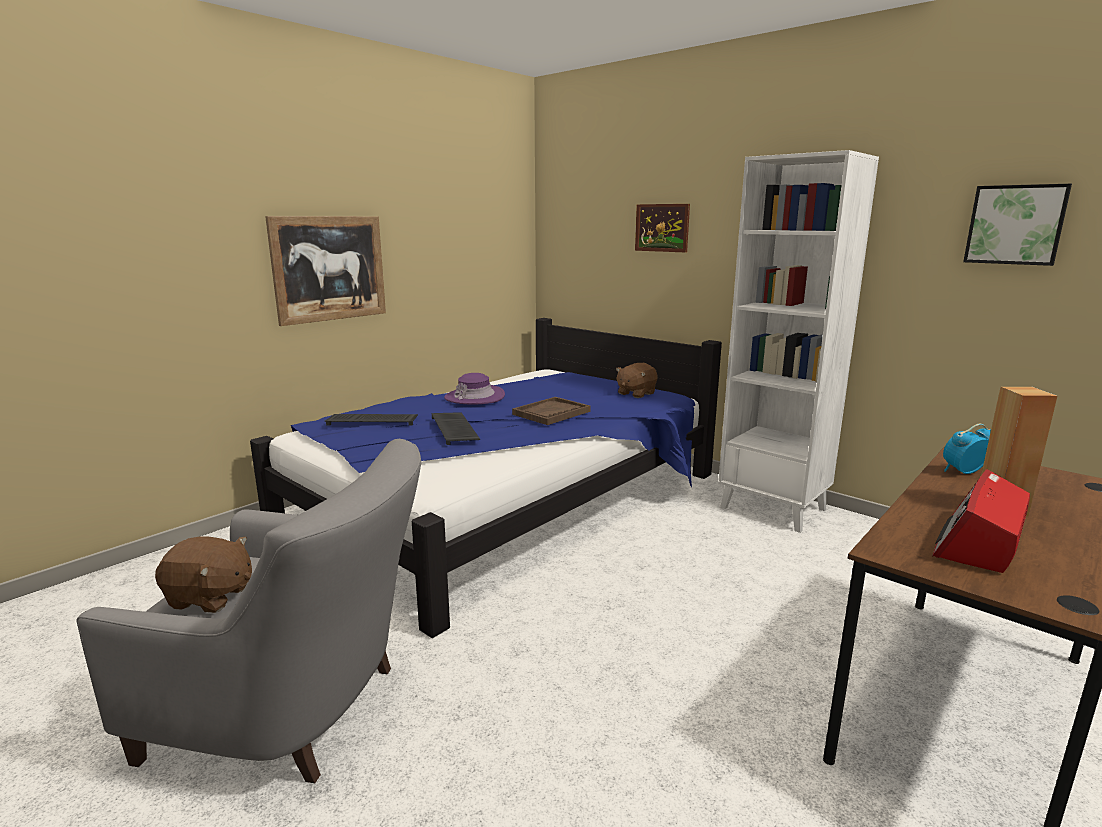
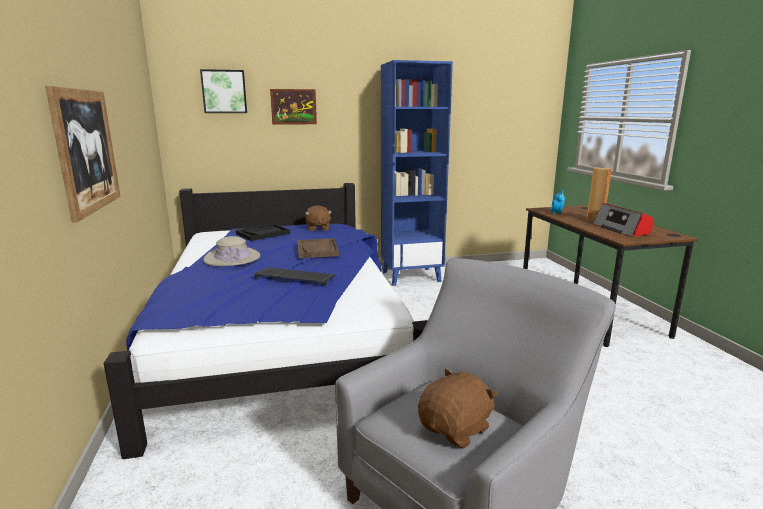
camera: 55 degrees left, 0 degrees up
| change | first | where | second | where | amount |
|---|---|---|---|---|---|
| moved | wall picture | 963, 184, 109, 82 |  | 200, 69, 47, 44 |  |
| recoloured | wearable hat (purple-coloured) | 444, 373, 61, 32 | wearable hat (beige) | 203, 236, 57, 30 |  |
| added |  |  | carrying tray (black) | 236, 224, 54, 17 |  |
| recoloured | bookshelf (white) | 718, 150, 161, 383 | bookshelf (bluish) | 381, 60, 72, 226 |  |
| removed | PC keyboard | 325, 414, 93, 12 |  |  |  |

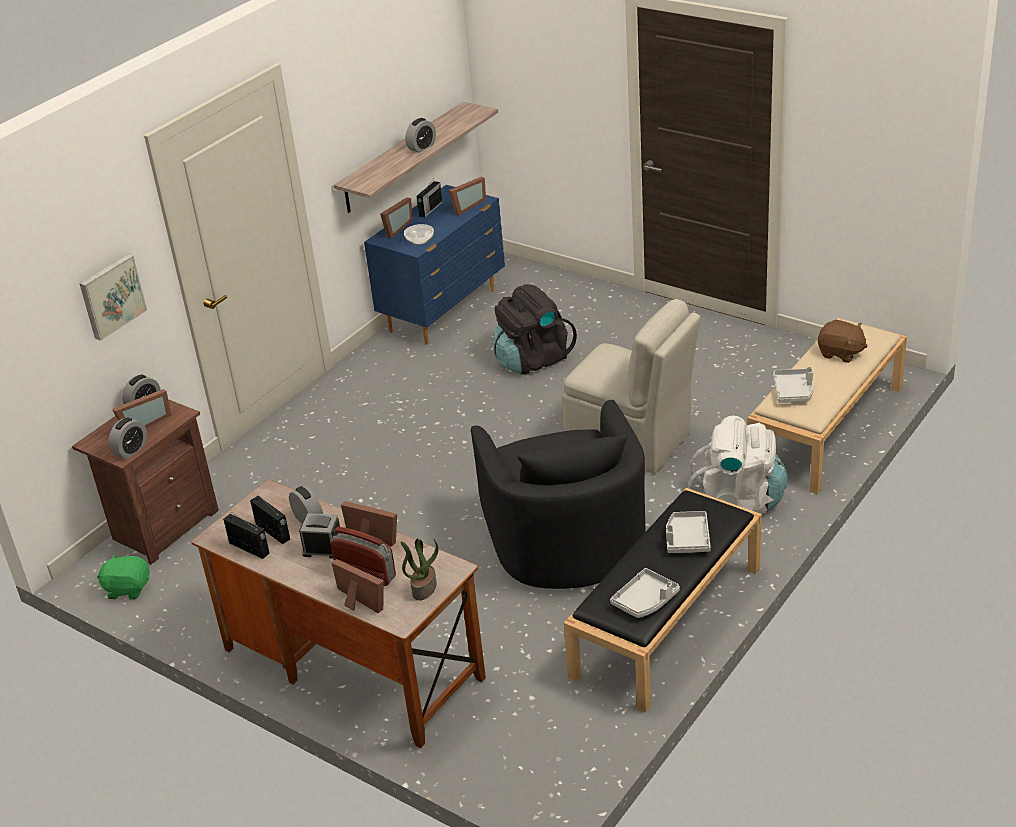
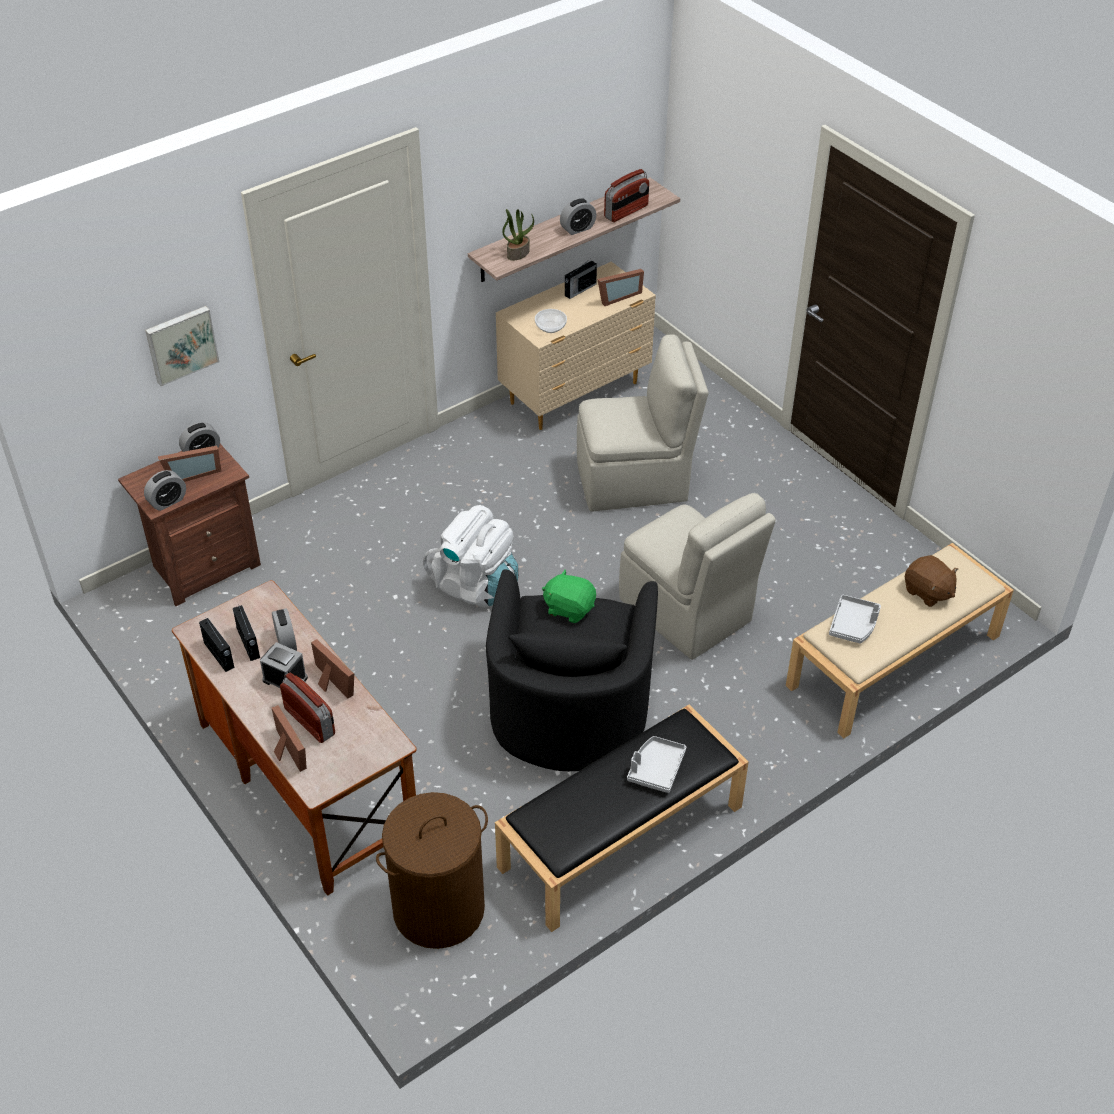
camera: 15 degrees right, 10 degrees up
| change | first | where | second | where | amount |
|---|---|---|---|---|---|
| added |  |  | washing basket (brownish) | 376, 792, 112, 157 |  |
| moved | knapsack (white) | 688, 416, 100, 98 |  | 423, 505, 95, 102 |  |
| recoloured | chest of drawers (bluish) | 364, 185, 141, 160 | chest of drawers (beige) | 496, 262, 160, 168 |  |
| moved | plant in a pot | 401, 538, 37, 62 |  | 502, 209, 32, 52 |  |
| moved | cuddly toy (green-coloured) | 97, 553, 53, 47 |  | 542, 569, 54, 54 |  |
| replaced | knapsack (black) | 493, 284, 84, 90 | upright chair (beige) | 577, 335, 132, 176 |  |
| added |  |  | radio receiver | 604, 169, 45, 53 |  |
| removed | standing frame | 380, 197, 33, 42 |  |  |  |
| removed | carrying tray (greyish) | 610, 568, 70, 50 |  |  |  |

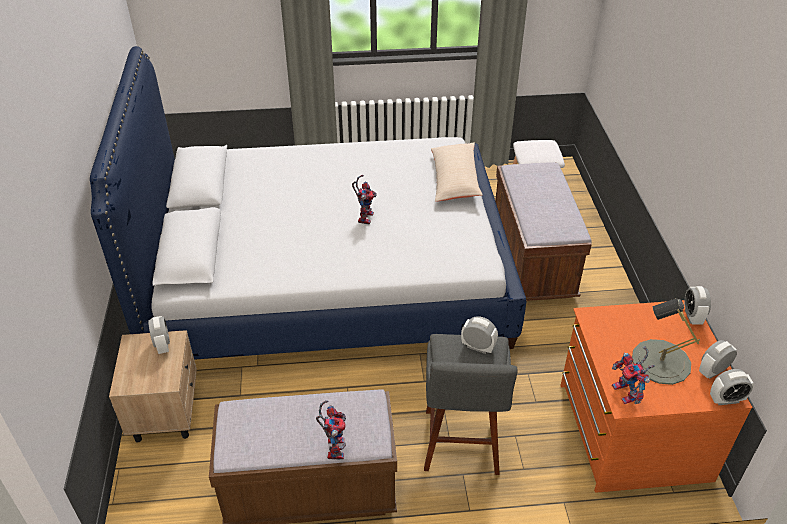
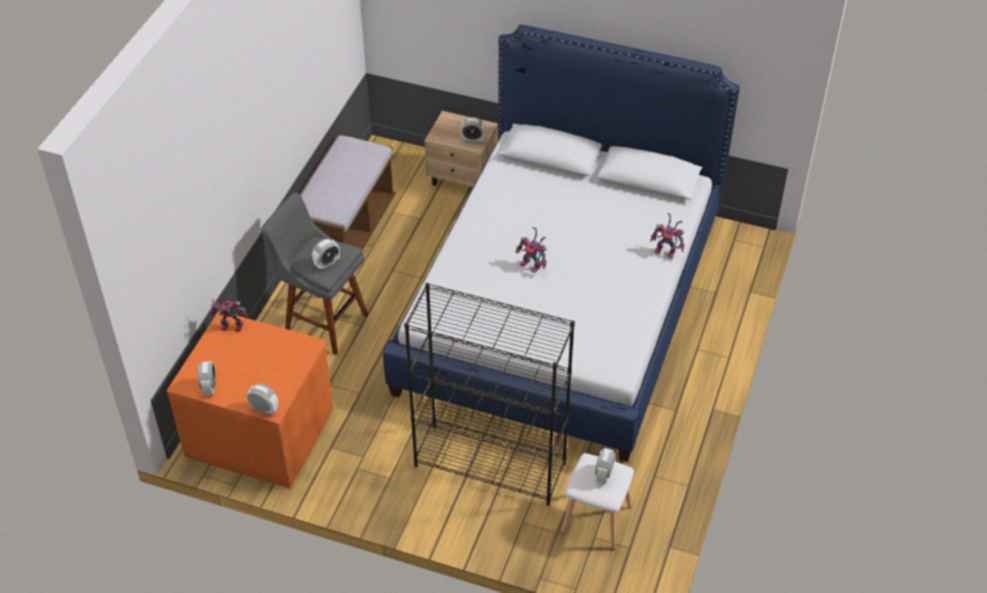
camera: 115 degrees right, 5 degrees up
| change | first | where | second | where | amount |
|---|---|---|---|---|---|
| replaced | long seat (brownish) | 495, 162, 97, 139 | bookshelf (black) | 404, 283, 171, 223 |  |
| moved | bedside clock | 710, 369, 44, 36 |  | 595, 448, 20, 36 |  |
| moved | robot figure | 316, 400, 30, 60 |  | 650, 213, 35, 45 |  |
| removed | throw pillow (beige) | 431, 143, 52, 59 |  |  |  |
| removed | lamp for a table (greyish) | 632, 298, 68, 87 |  |  |  |

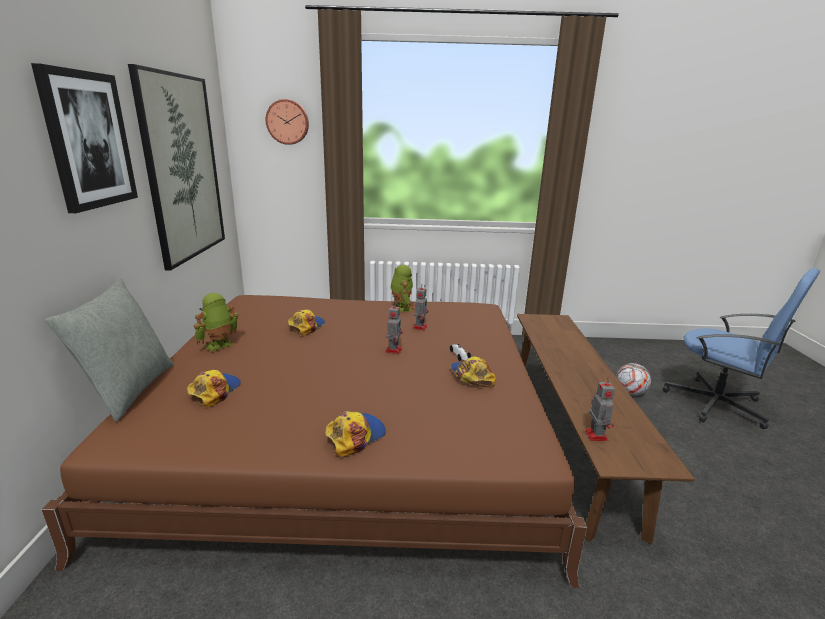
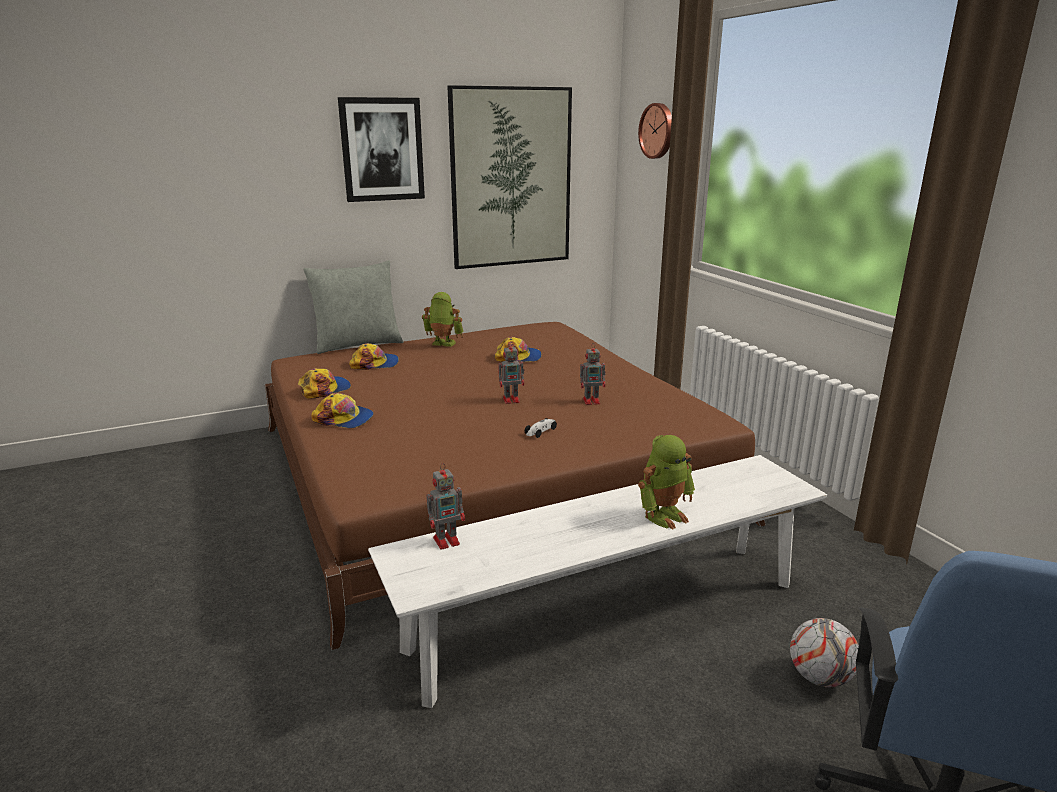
camera: 65 degrees right, 0 degrees up
| change | first | where | second | where | amount |
|---|---|---|---|---|---|
| moved | cap | 451, 356, 45, 31 |  | 298, 368, 53, 31 |  |
| recoloured | long seat (brownish) | 517, 314, 178, 230 | long seat (white) | 368, 455, 459, 253 |  |
| moved | robot figure | 390, 265, 24, 47 |  | 638, 435, 57, 94 |  |

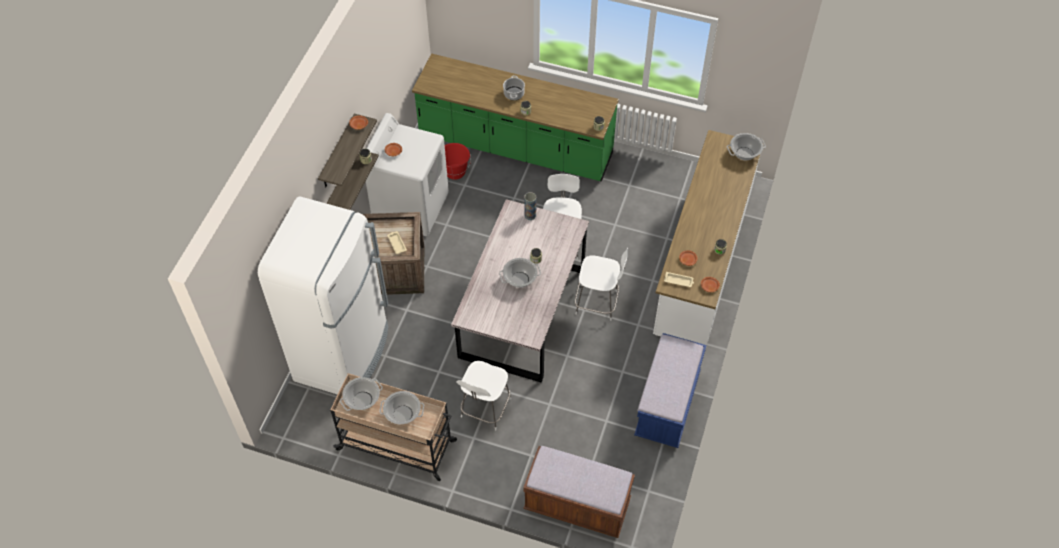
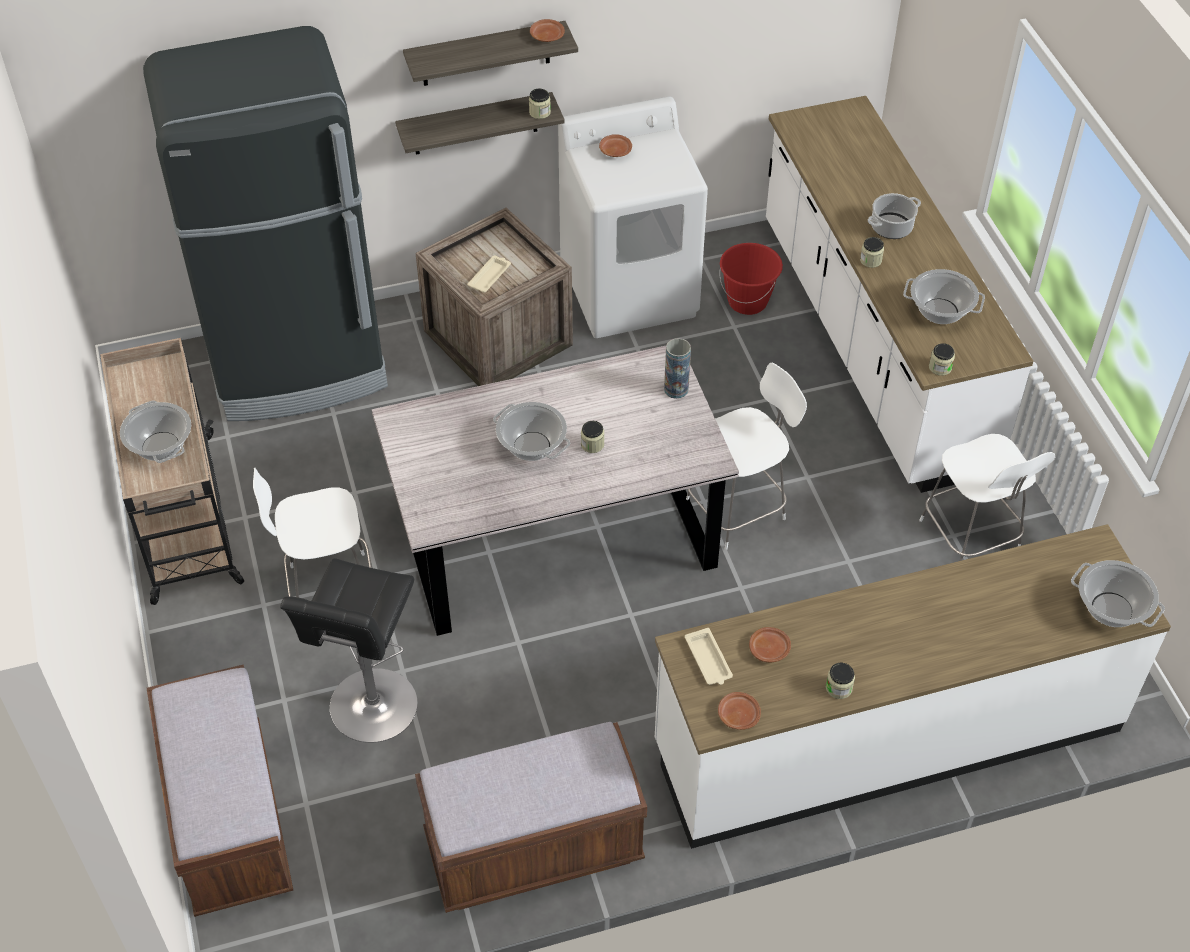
camera: 55 degrees right, 5 degrees down
| change | first | where | second | where | amount |
|---|---|---|---|---|---|
| recoloured | fridge (white) | 258, 197, 130, 198 | fridge (black) | 143, 26, 245, 395 |  |
| added |  |  | stool (black) | 280, 558, 138, 185 |  |
| recoloured | long seat (bluish) | 634, 333, 72, 115 | long seat (brownish) | 415, 722, 232, 191 |  |
| recoloured | counter (green-coloured) | 412, 54, 207, 128 | counter (white) | 766, 96, 267, 397 |  |
| moved | stockpot | 340, 377, 43, 34 |  | 903, 269, 82, 55 |  |
| moved | upright chair (white) | 575, 247, 53, 74 |  | 919, 434, 136, 127 |  |

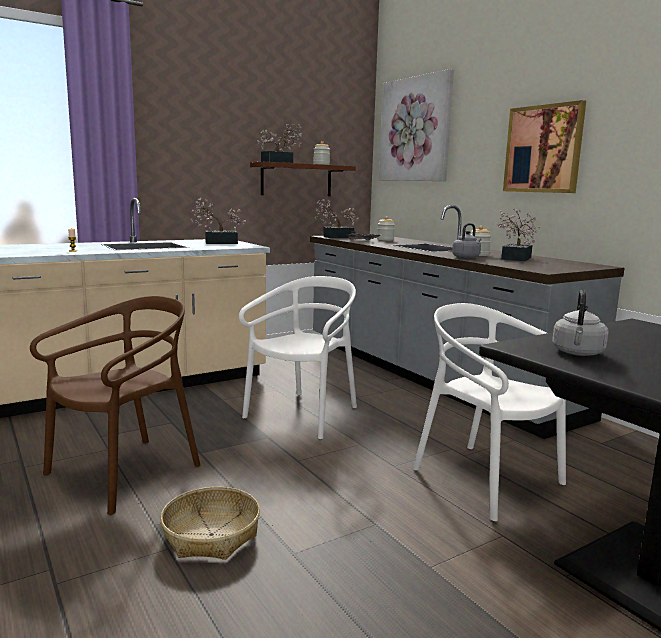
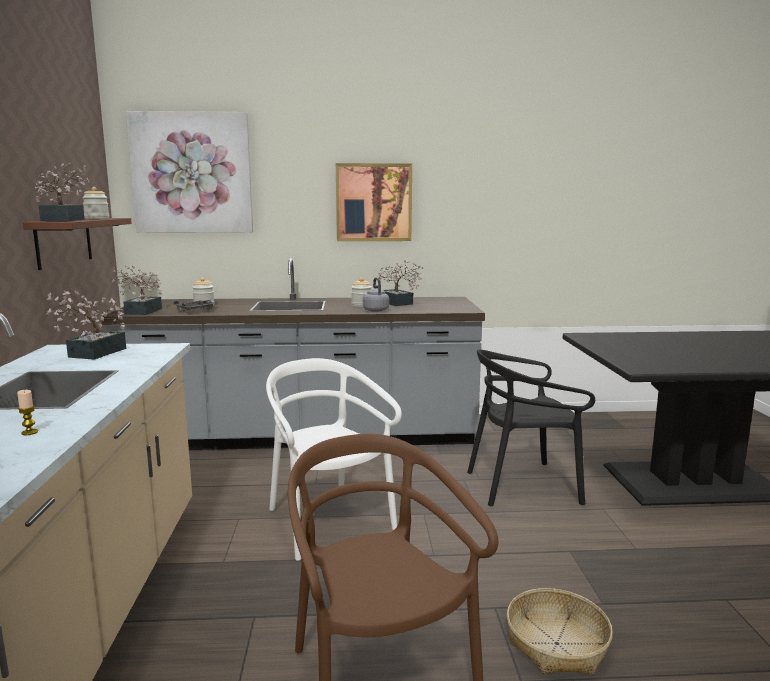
camera: 60 degrees left, 0 degrees up
| change | first | where | second | where | amount |
|---|---|---|---|---|---|
| recoloured | upright chair (white) | 413, 303, 153, 218 | upright chair (black) | 467, 349, 128, 158 |  |
| removed | tea kettle (greyish) | 552, 290, 57, 66 |  |  |  |

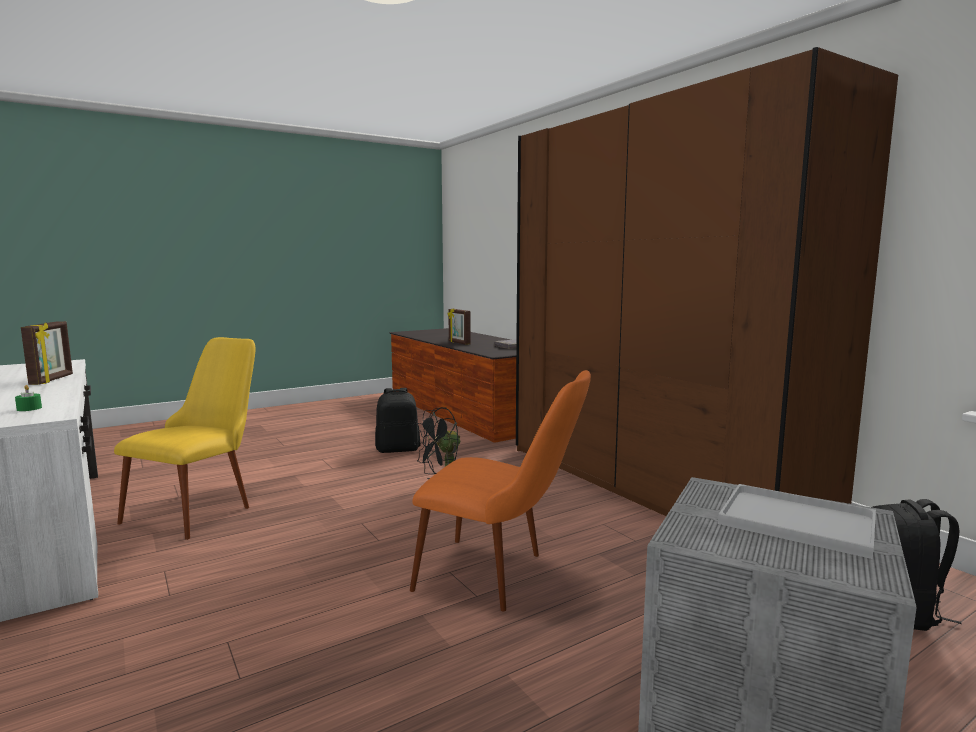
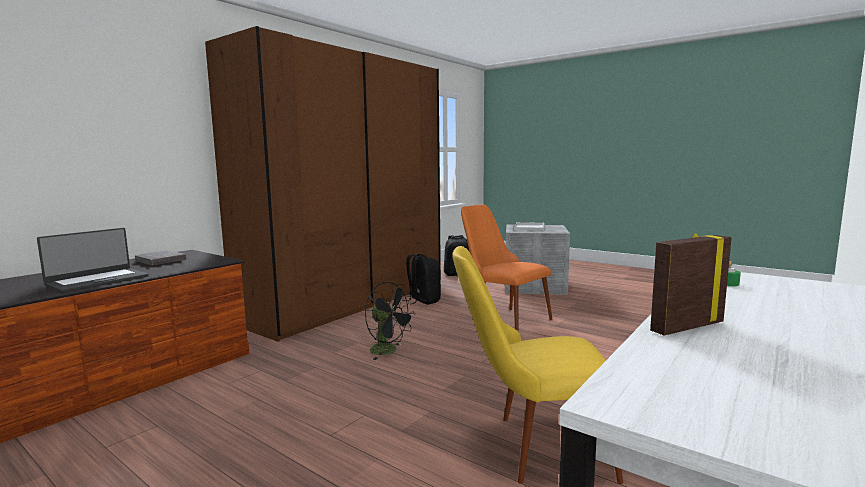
camera: 110 degrees left, 0 degrees up
| change | first | where | second | where | amount |
|---|---|---|---|---|---|
| replaced | standing frame | 448, 308, 23, 37 | laptop | 37, 228, 112, 65 |  |
| moved | knapsack (black) | 375, 388, 46, 65 |  | 403, 254, 38, 51 |  |
| turned | upright chair (orange-coloured) | 410, 370, 181, 241 |  | 461, 205, 92, 127 | 45 degrees counterclockwise |

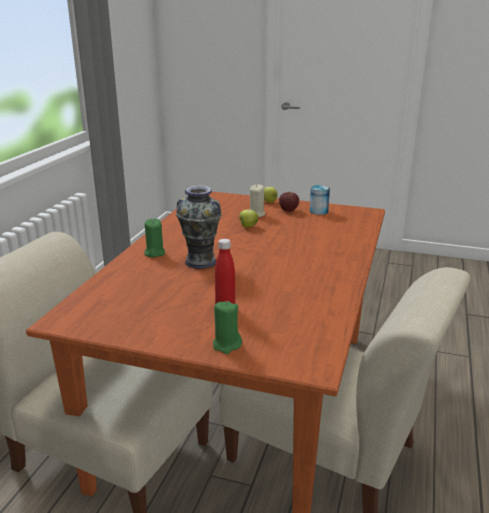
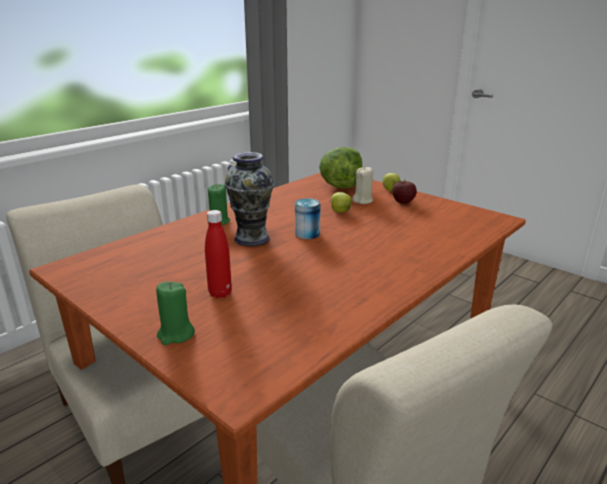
camera: 25 degrees right, 0 degrees up
| change | first | where | second | where | amount |
|---|---|---|---|---|---|
| moved | can | 310, 185, 20, 30 |  | 295, 198, 26, 41 |  |
| added |  |  | lettuce head | 319, 147, 43, 41 |  |

